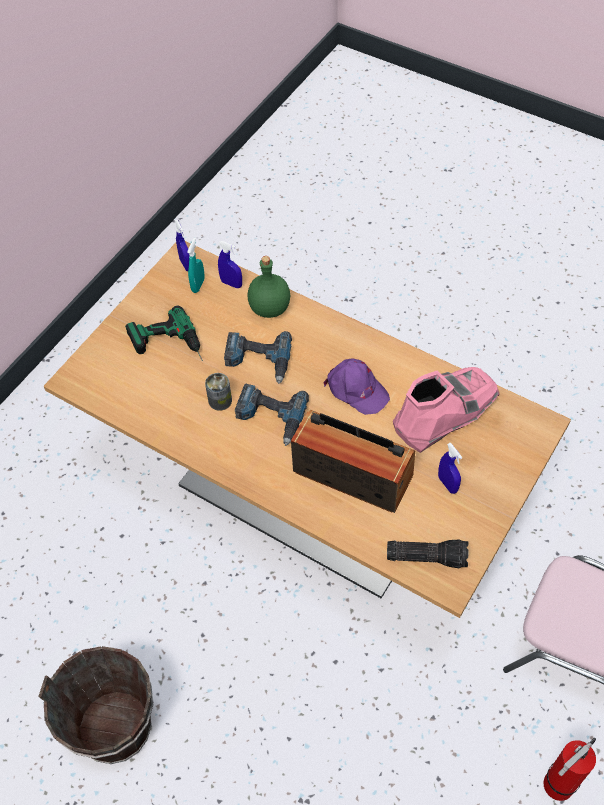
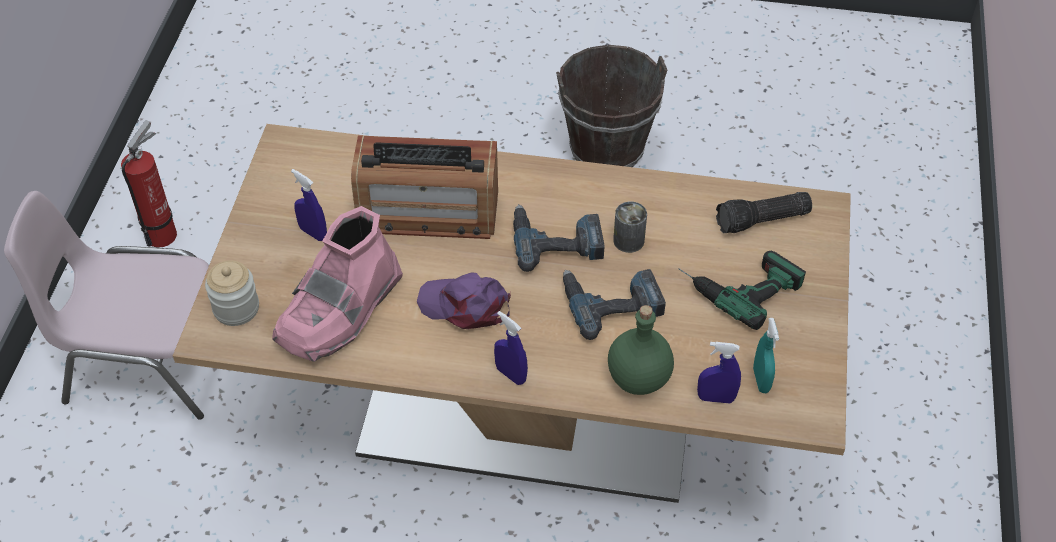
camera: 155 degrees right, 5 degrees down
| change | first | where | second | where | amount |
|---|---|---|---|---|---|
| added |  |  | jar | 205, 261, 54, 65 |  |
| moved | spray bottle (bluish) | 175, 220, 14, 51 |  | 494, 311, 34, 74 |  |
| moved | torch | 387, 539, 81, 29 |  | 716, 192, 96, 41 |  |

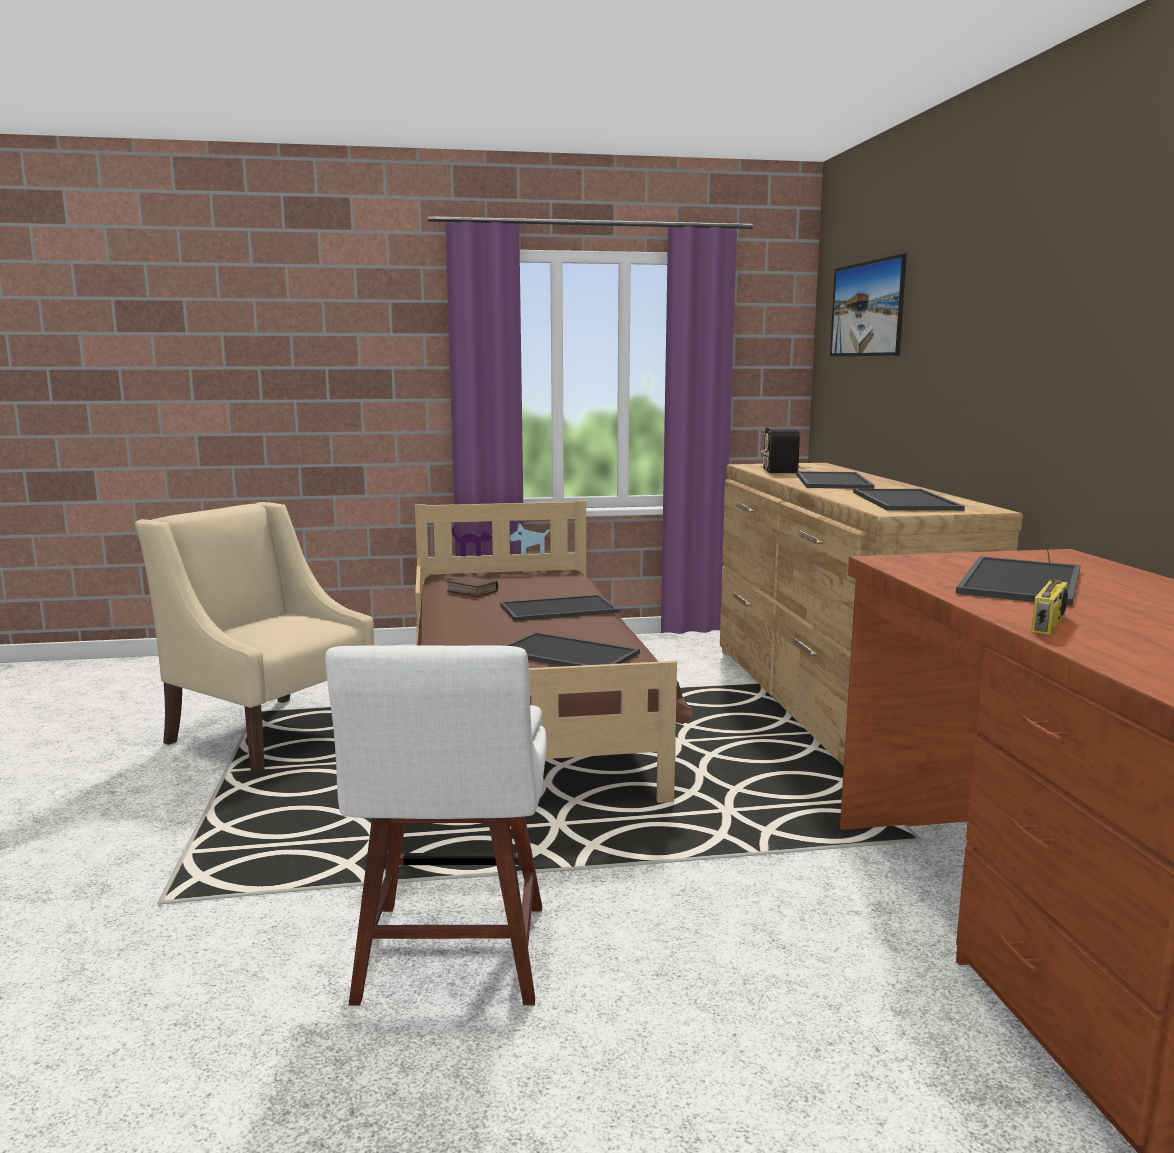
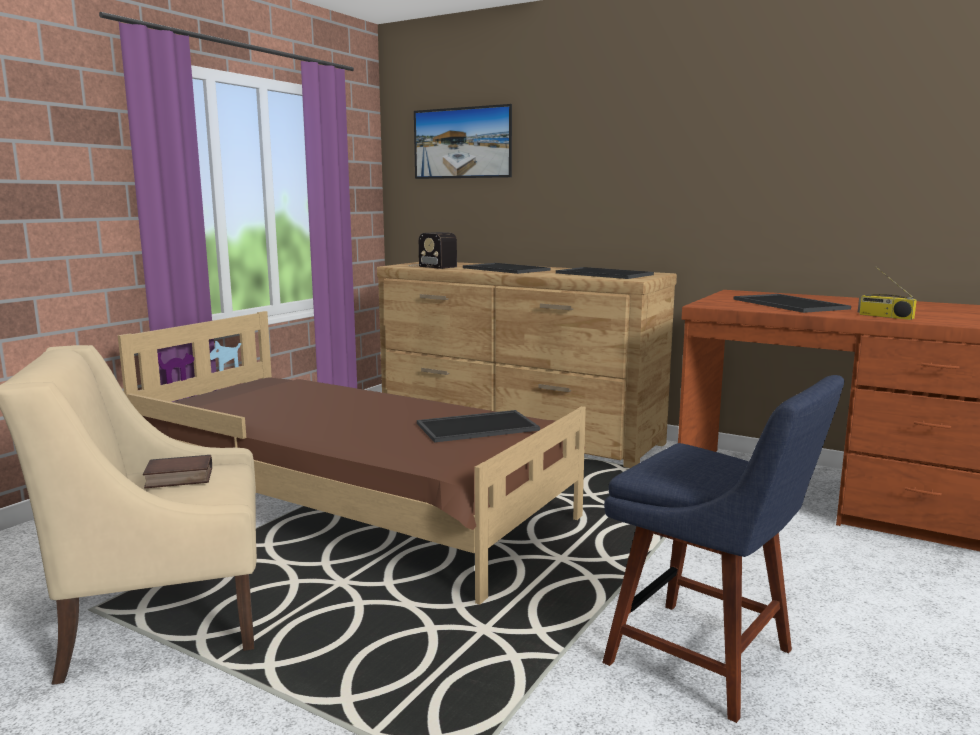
camera: 50 degrees left, 0 degrees up
| change | first | where | second | where | amount |
|---|---|---|---|---|---|
| moved | book | 446, 576, 52, 21 |  | 143, 455, 69, 33 |  |
| recoloured | upright chair (white) | 325, 645, 222, 361 | upright chair (bluish) | 602, 375, 242, 348 |  |
| turned | radio receiver | 1031, 540, 37, 95 |  | 858, 266, 59, 54 | 150 degrees clockwise |
| removed | carrying tray | 500, 595, 119, 26 |  |  |  |

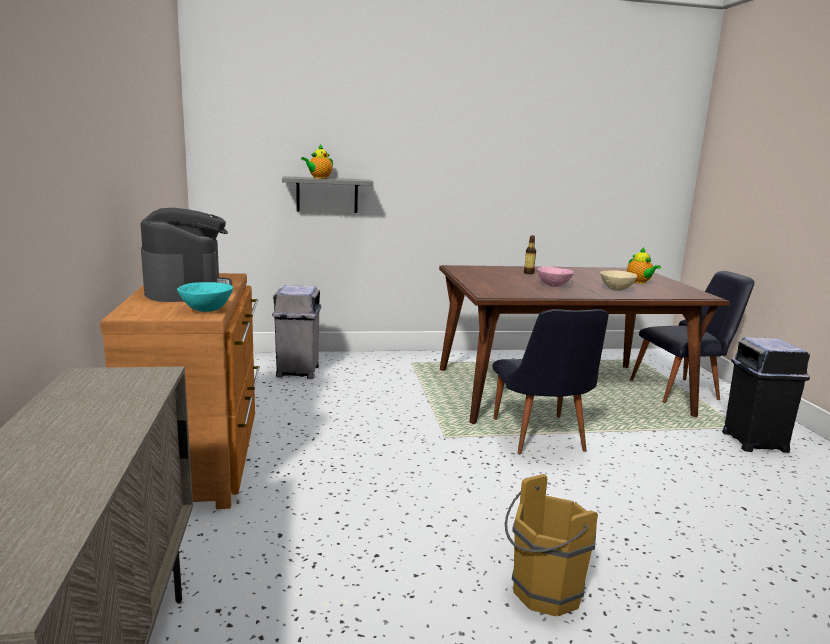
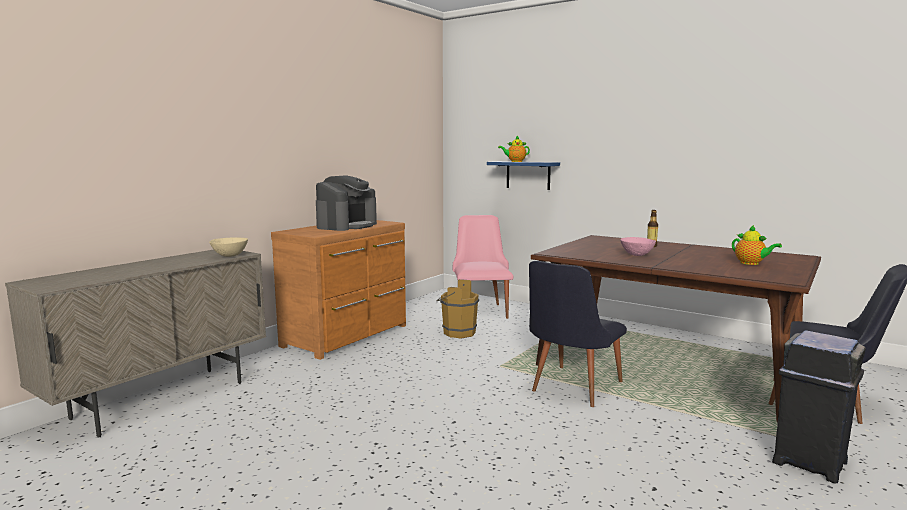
camera: 45 degrees right, 5 degrees down
| change | first | where | second | where | amount |
|---|---|---|---|---|---|
| moved | serving bowl (beige) | 600, 270, 37, 21 |  | 209, 237, 39, 20 |  |
| moved | water bucket (brownish) | 505, 474, 93, 142 |  | 437, 279, 42, 59 |  |
| replaced | trash can (greyish) | 272, 285, 49, 94 | upright chair (pinkish) | 453, 215, 60, 104 |  |
| recoloured | wall shelf (greyish) | 282, 176, 91, 37 | wall shelf (bluish) | 487, 161, 73, 29 |  |
| turned | pot for tea | 627, 247, 34, 37 |  | 732, 225, 50, 40 | 60 degrees counterclockwise |
| removed | serving bowl (turquoise) | 177, 282, 56, 30 |  |  |  |

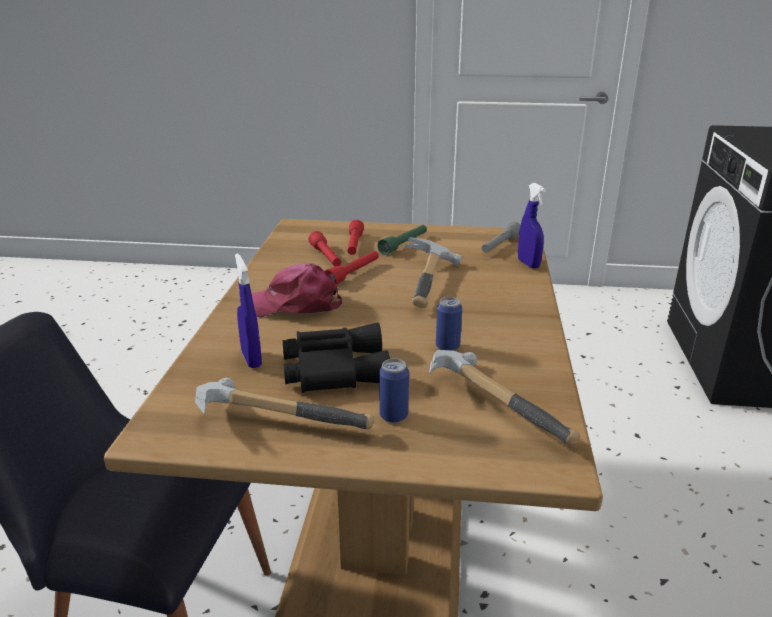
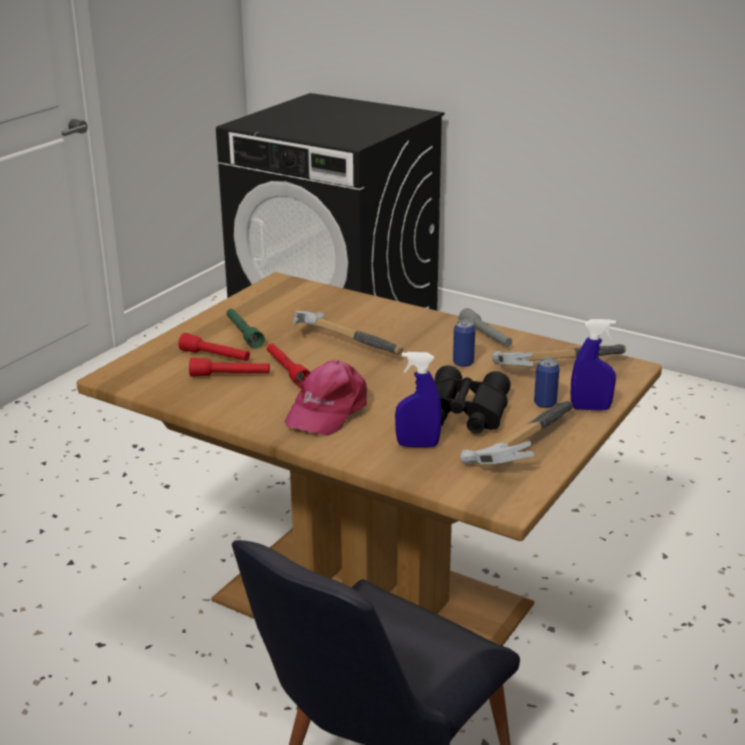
camera: 65 degrees left, 0 degrees up
| change | first | where | second | where | amount |
|---|---|---|---|---|---|
| moved | torch (greyish) | 482, 222, 39, 31 |  | 459, 308, 53, 39 |  |
| moved | spray bottle (bluish) | 518, 183, 28, 86 |  | 571, 319, 45, 92 |  |

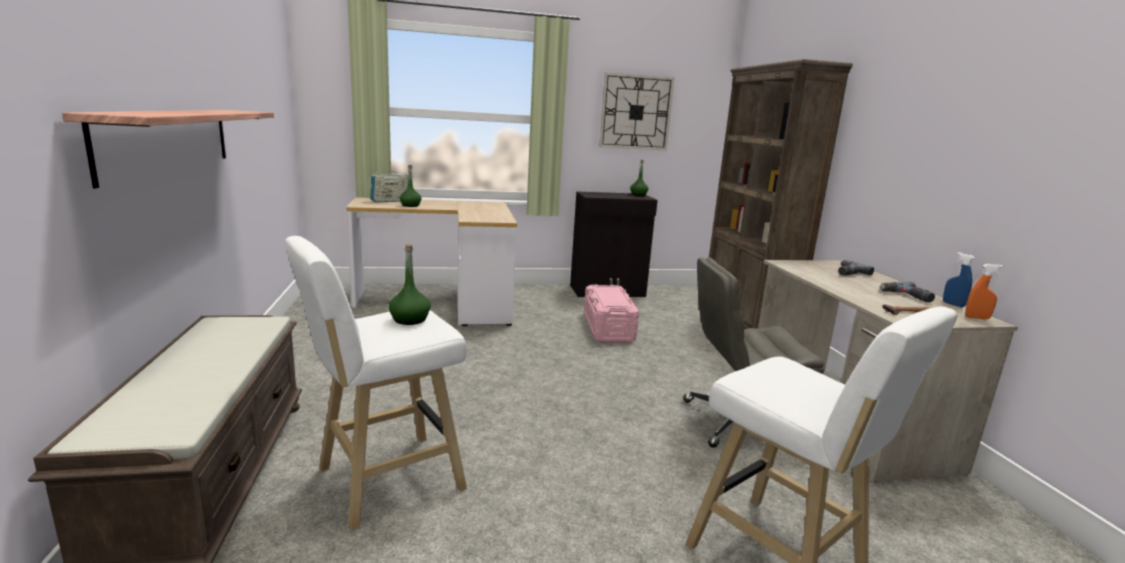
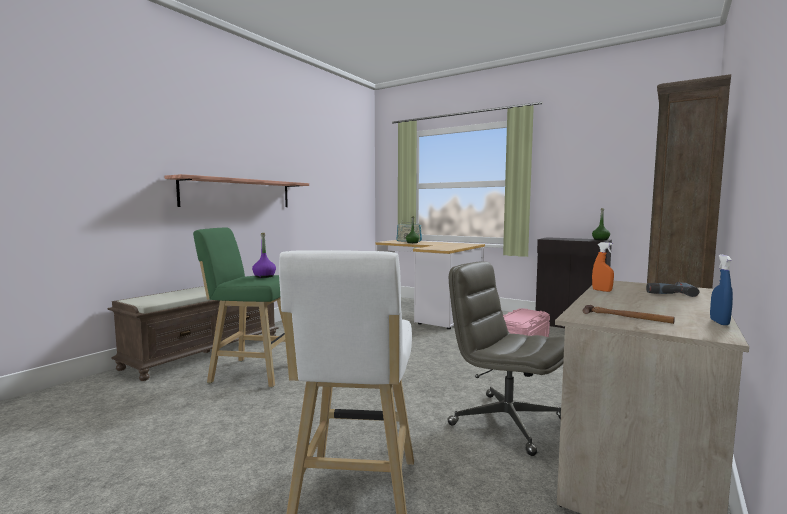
camera: 45 degrees right, 10 degrees down
| change | first | where | second | where | amount |
|---|---|---|---|---|---|
| recoloured | stool (white) | 285, 236, 182, 296 | stool (green-coloured) | 193, 227, 92, 160 |  |
| recoloured | bottle (green-coloured) | 389, 244, 42, 81 | bottle (purple-coloured) | 252, 233, 24, 45 |  |
| moved | spray bottle (orange-coloured) | 965, 264, 38, 55 |  | 592, 242, 22, 50 |  |
| removed | wall clock | 599, 72, 75, 79 |  |  |  |
| removed | electric drill | 880, 282, 55, 21 |  |  |  |

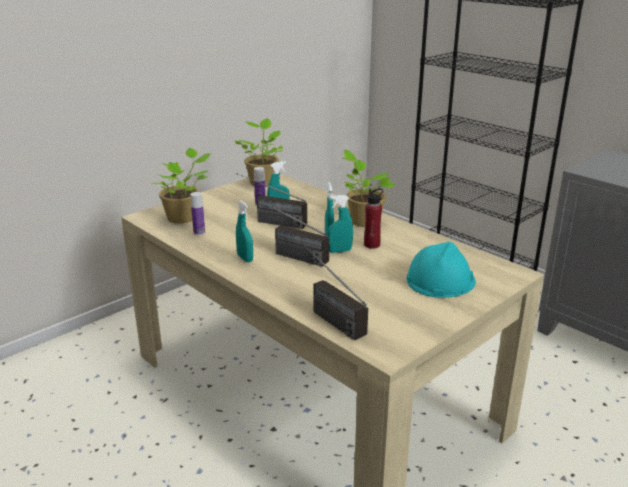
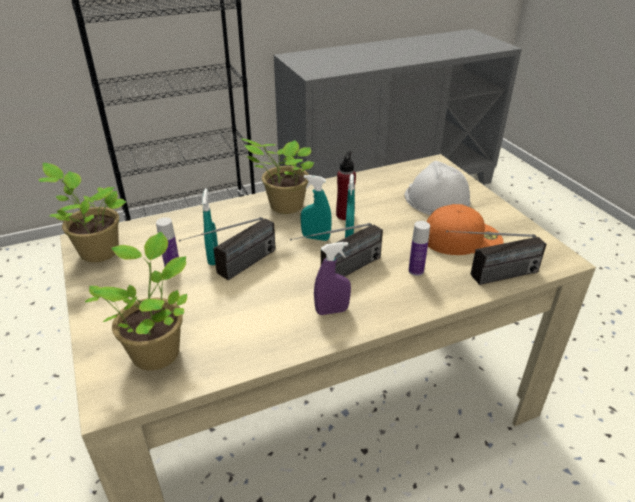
camera: 70 degrees left, 10 degrees up
| change | first | where | second | where | amount |
|---|---|---|---|---|---|
| recoloured | spray bottle (turquoise) | 236, 200, 17, 62 | spray bottle (purple-coloured) | 314, 242, 37, 73 |  |
| recoloured | safety helmet (turquoise) | 407, 242, 69, 56 | safety helmet (white) | 405, 161, 65, 54 |  |
| moved | bottle | 190, 192, 15, 43 |  | 408, 221, 22, 55 |  |
| added |  |  | cap (orange-coloured) | 427, 204, 76, 51 |  |

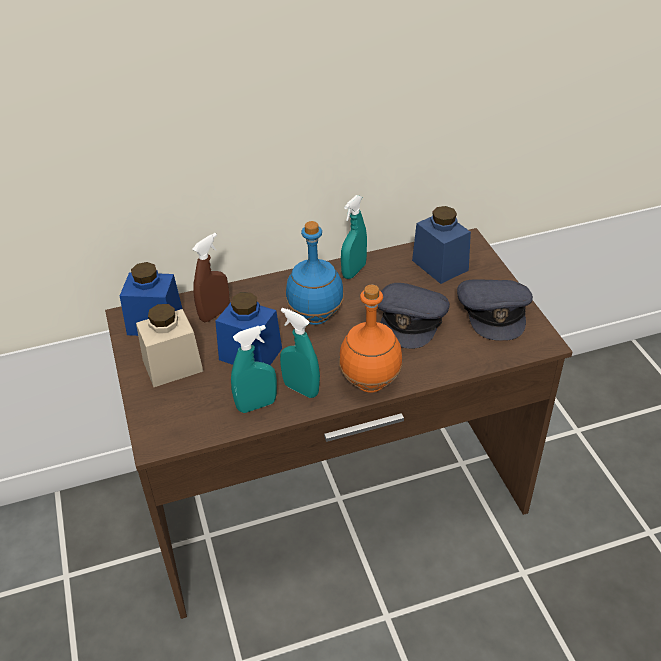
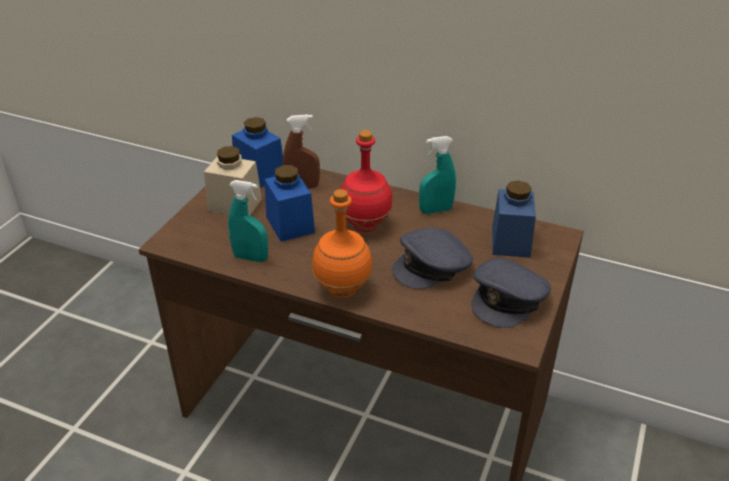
camera: 40 degrees right, 5 degrees down
| change | first | where | second | where | amount |
|---|---|---|---|---|---|
| recoloured | bottle (bluish) | 286, 221, 58, 104 | bottle (red) | 341, 130, 52, 102 |  |
| removed | spray bottle (turquoise) | 280, 308, 40, 90 |  |  |  |

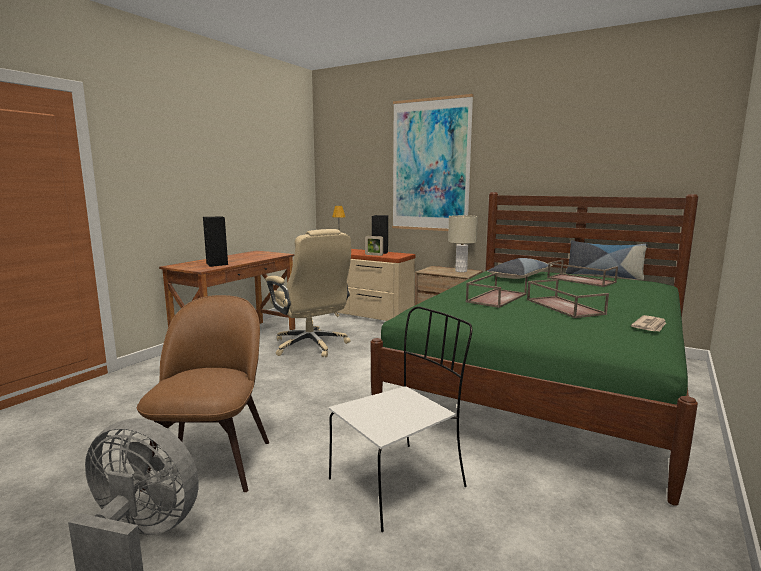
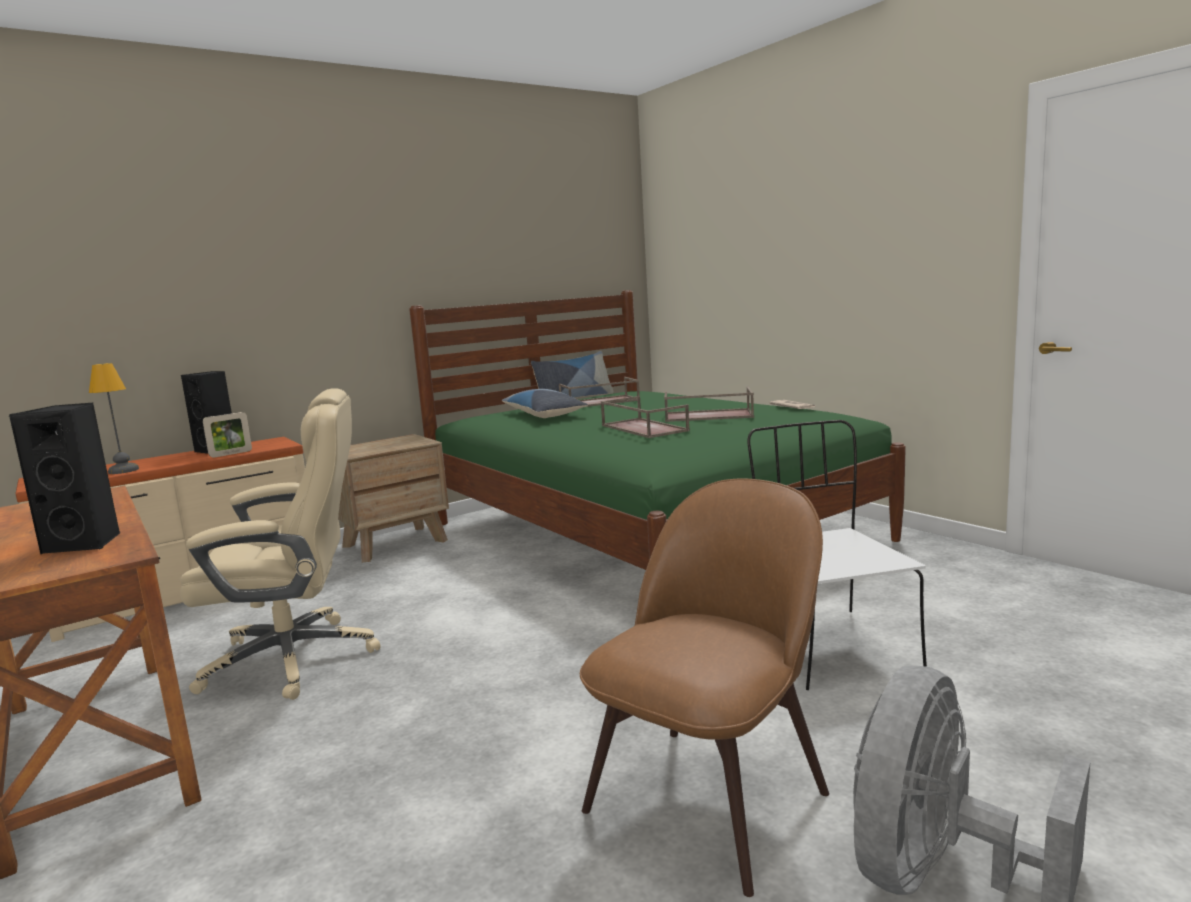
camera: 65 degrees left, 0 degrees up
| change | first | where | second | where | amount |
|---|---|---|---|---|---|
| turned | upright chair (brownish) | 137, 295, 132, 197 |  | 580, 478, 249, 419 | 105 degrees clockwise |
| removed | wall picture | 392, 94, 82, 137 |  |  |  |
| removed | lamp for a table (beige) | 448, 215, 30, 57 |  |  |  |

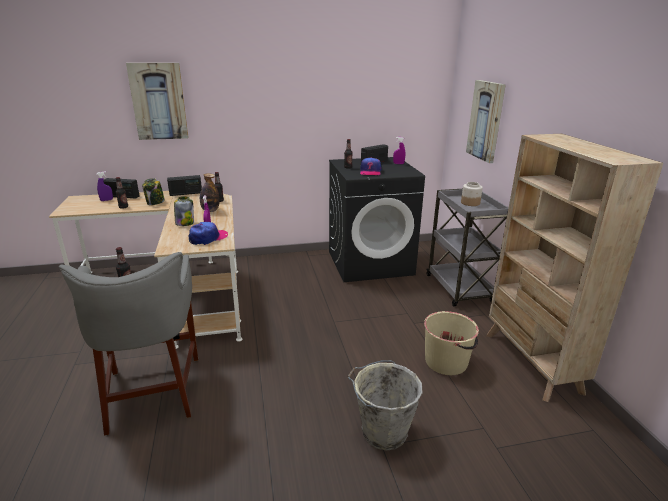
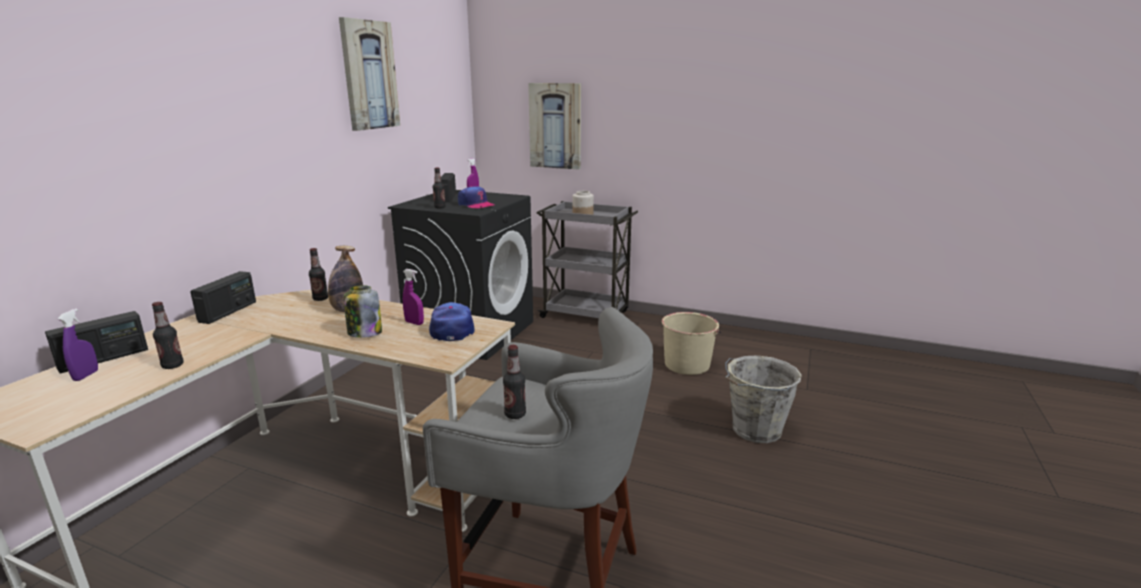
camera: 55 degrees left, 5 degrees down
| change | first | where | second | where | amount |
|---|---|---|---|---|---|
| moved | wall picture | 126, 63, 63, 77 |  | 339, 17, 61, 114 |  |
| removed | jar | 142, 178, 23, 27 |  |  |  |
| removed | bookshelf (beige) | 486, 134, 177, 268 |  |  |  |

